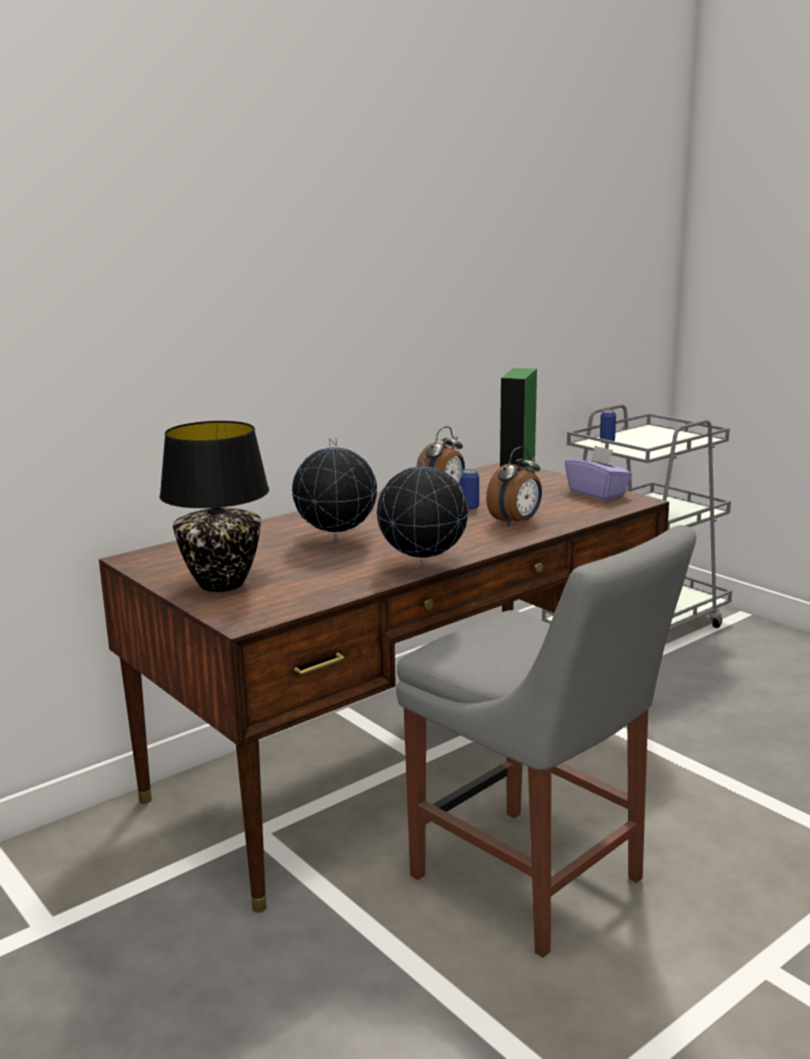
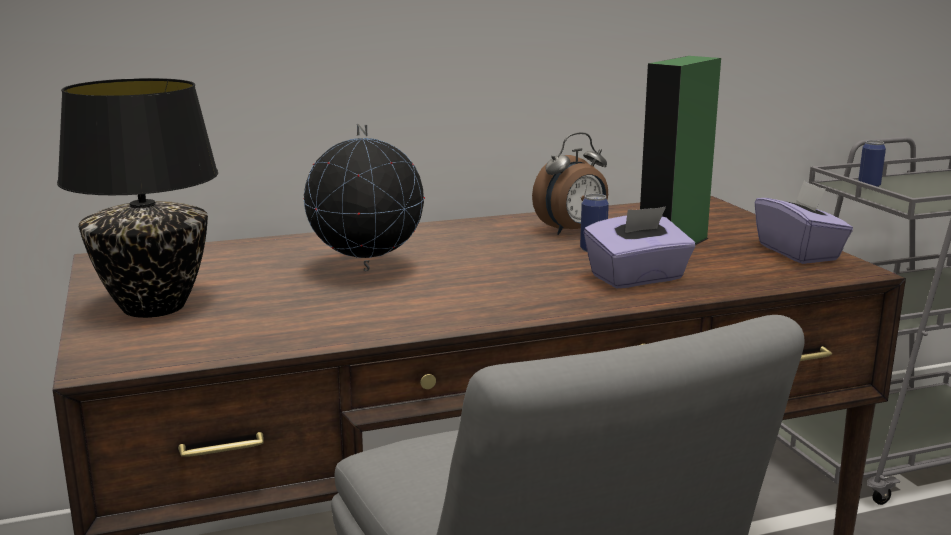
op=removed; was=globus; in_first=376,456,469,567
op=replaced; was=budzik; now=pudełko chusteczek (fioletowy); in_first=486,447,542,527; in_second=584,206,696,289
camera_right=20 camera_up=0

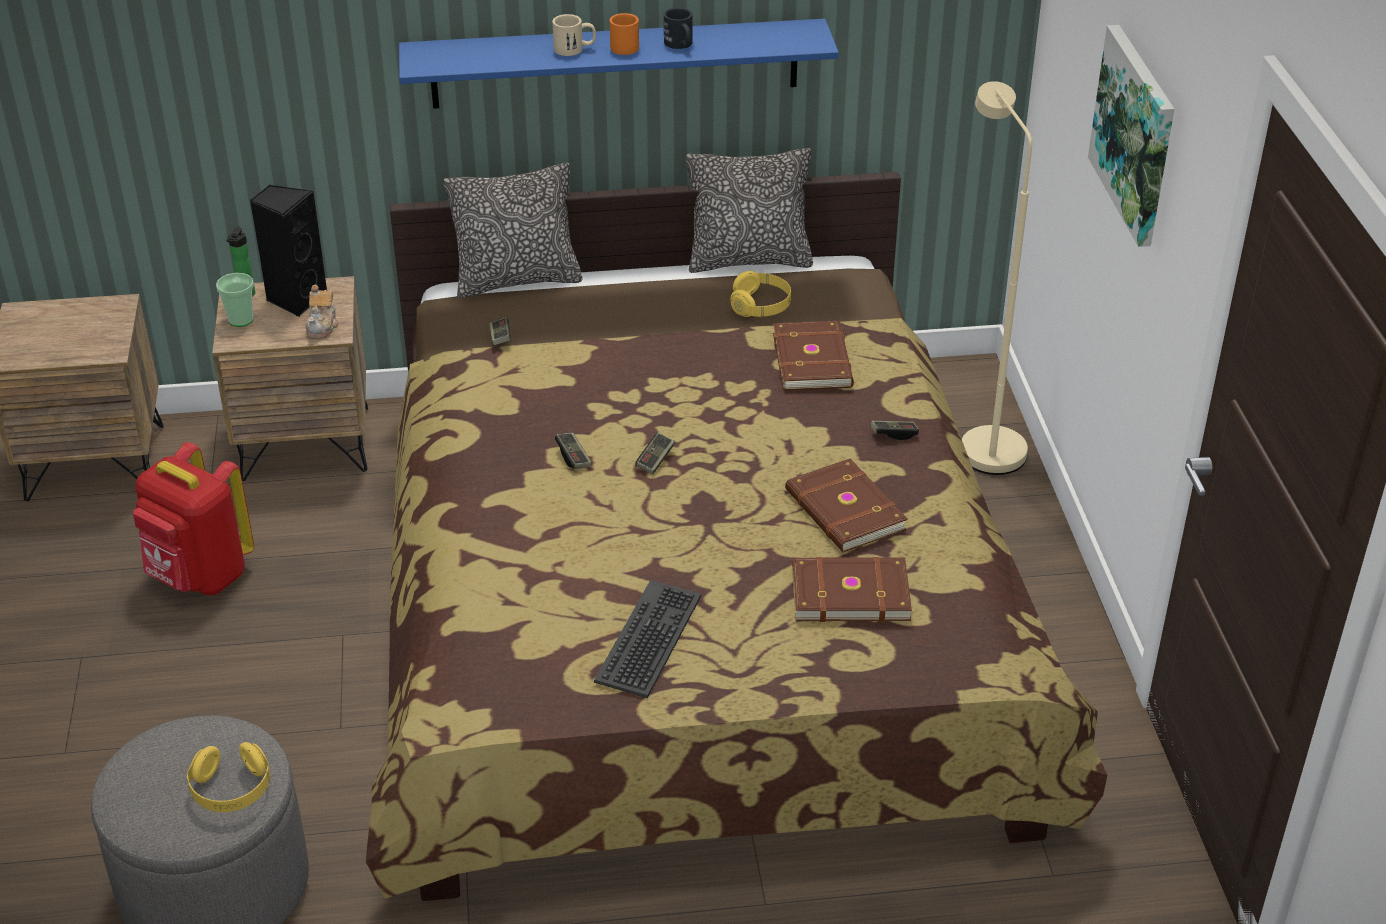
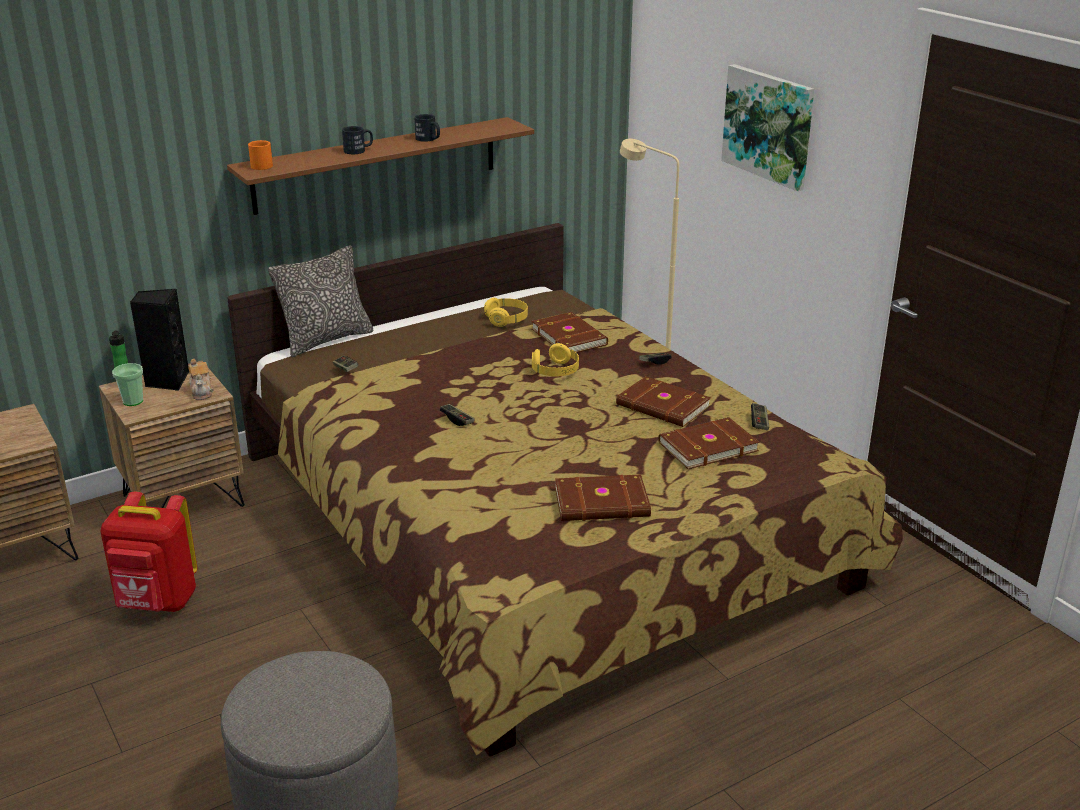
op=moved; was=słuchawki (żółty); in_first=187,742,271,812; in_second=532,343,579,376
op=recoloured; was=półka (niebieski); now=półka (brązowy); in_first=399,19,839,109; in_second=227,117,534,215
op=recoloured; was=kubek (beżowy); now=kubek (czarny); in_first=552,14,596,56; in_second=342,126,373,154
op=replaced; was=klawiatura; now=książka (brązowy); in_first=594,580,702,698; in_second=555,474,651,521
op=moved; was=kubek (pomarańczowy); in_first=610,13,639,55; in_second=248,140,273,170
op=moved; was=pad do gier; in_first=635,433,675,474; in_second=751,403,769,430
op=removed; was=poduszka; in_first=686,148,813,273
camera_right=-25 camera_up=-10

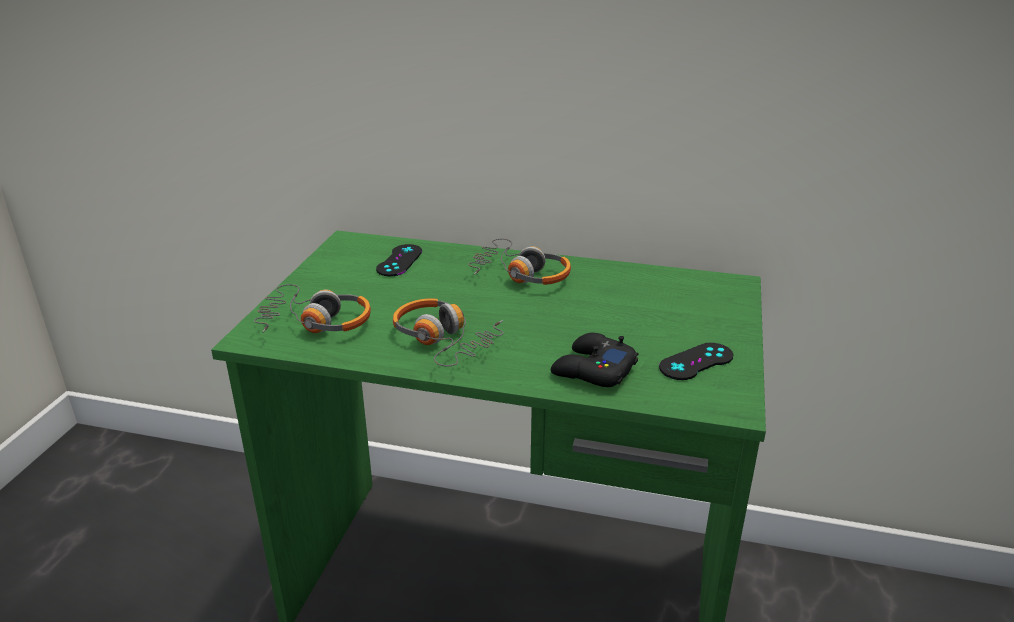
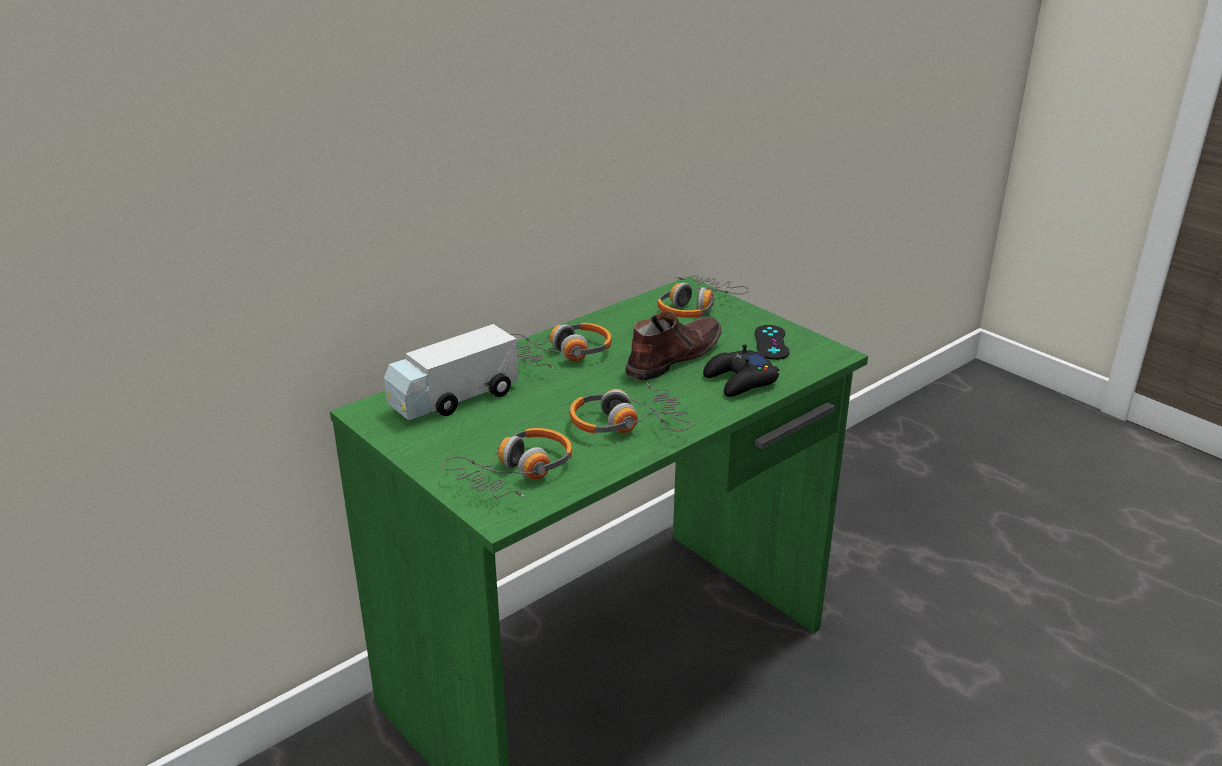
op=replaced; was=pad do gier (czarny); now=ciężarówka zabawkowa; in_first=376,244,422,276; in_second=384,324,518,420
op=added; now=but (brązowy); in_second=625,311,722,381
op=added; now=słuchawki; in_second=657,275,749,318
camera_right=-55 camera_up=0

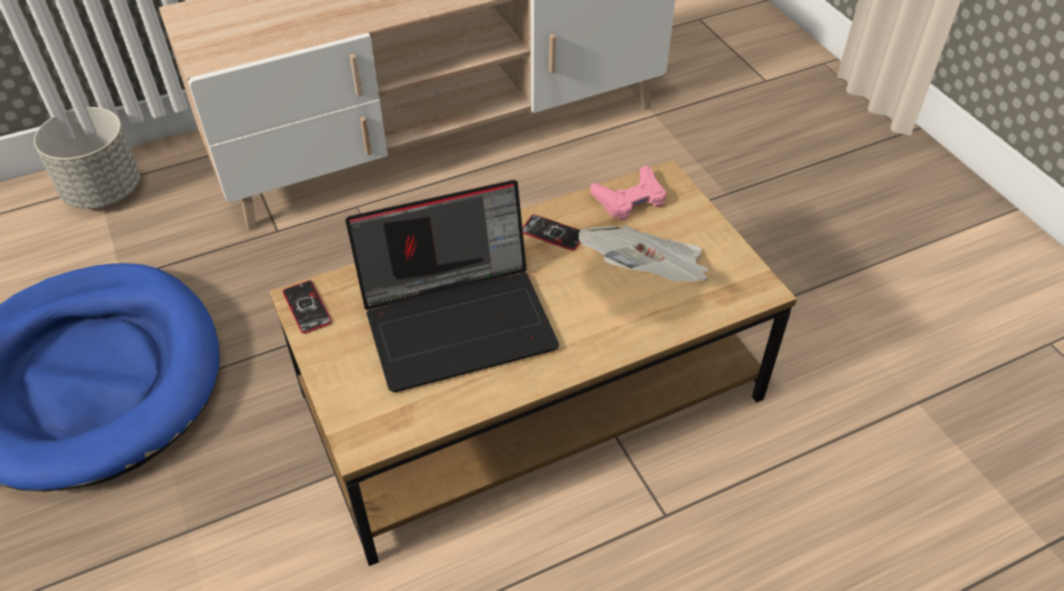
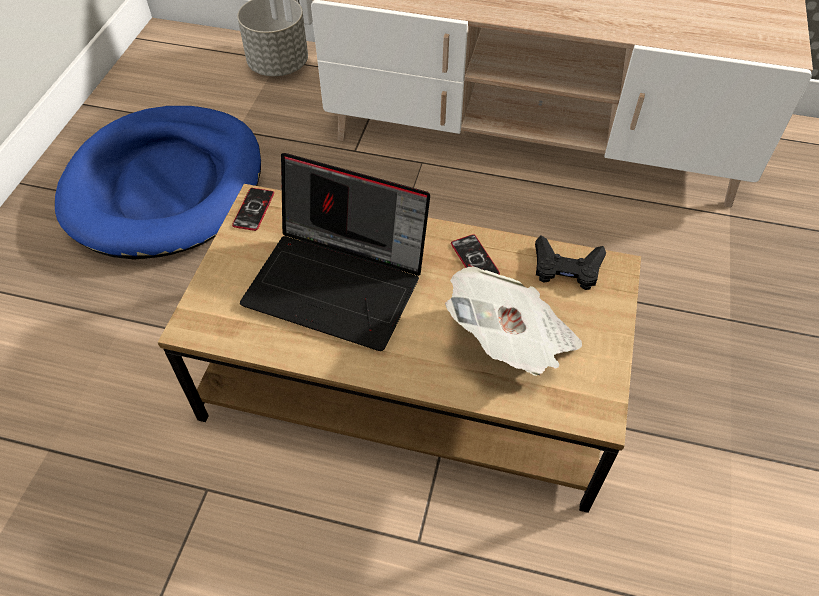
op=recoloured; was=pad do gier (różowy); now=pad do gier (czarny); in_first=590,165,666,220; in_second=535,235,606,290
camera_right=40 camera_up=5

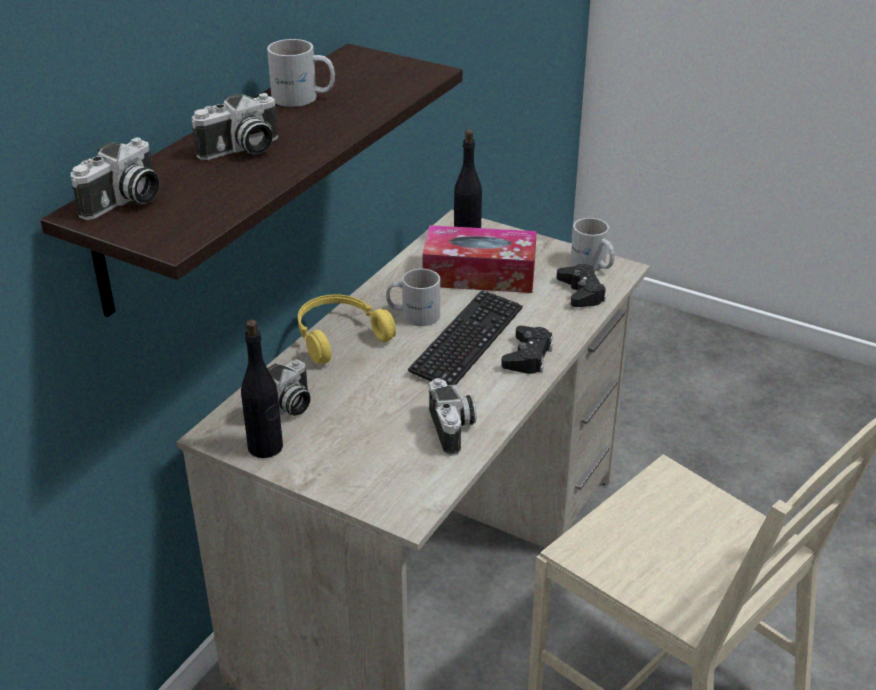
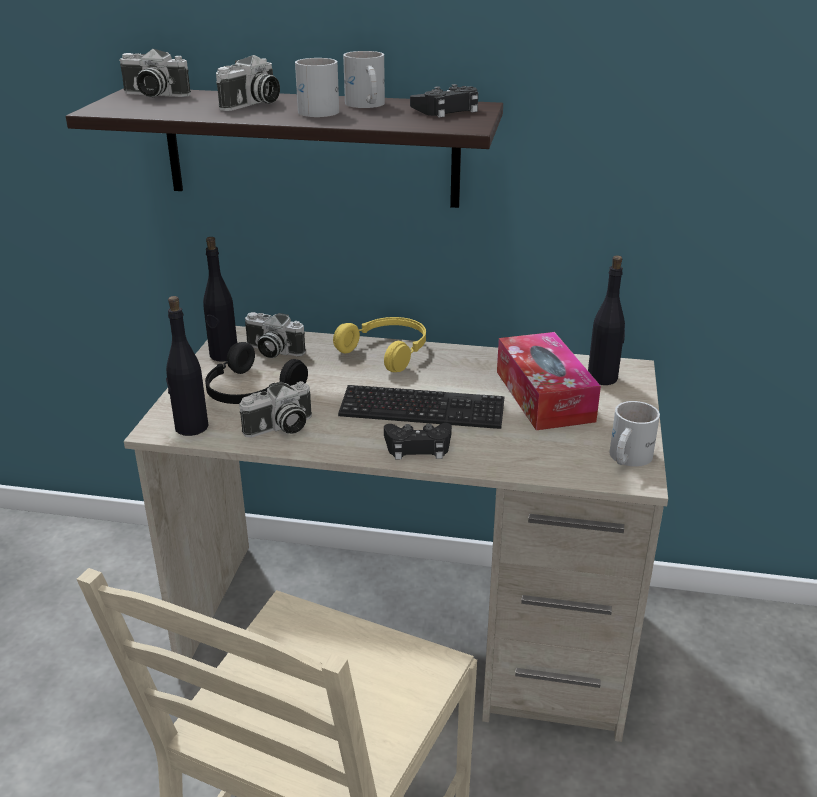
op=turned; was=aparat fotograficzny; in_first=192,93,278,160; in_second=216,55,280,111; clockwise=-90
op=moved; was=kubek (biały); in_first=386,269,440,326; in_second=295,58,339,117
op=moved; was=pad do gier (czarny); in_first=557,264,606,307; in_second=410,84,478,118
op=added; now=butelka (czarny); in_second=166,296,208,436
op=added; now=słuchawki (czarny); in_second=205,342,308,404
camera_right=70 camera_up=-5

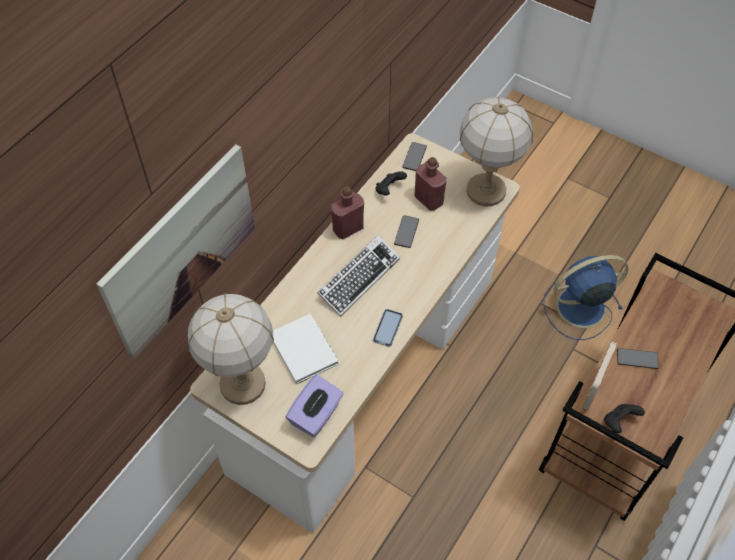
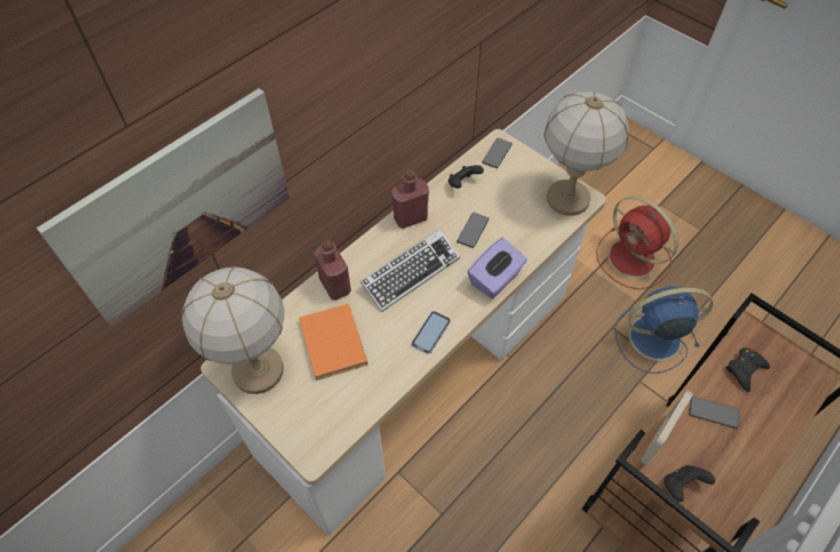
op=recoloured; was=książka (biały); now=książka (pomarańczowy); in_first=273,314,339,384; in_second=299,304,368,380
op=moved; was=pudełko chusteczek (fioletowy); in_first=285,374,343,437; in_second=467,238,527,299
op=moved; was=butelka (czerwony); in_first=414,157,447,211; in_second=314,240,351,300
op=added; now=wentylator (czerwony); in_second=596,196,678,290
op=added; now=pad do gier (czarny); in_second=726,348,770,392
camera_right=10 camera_up=0

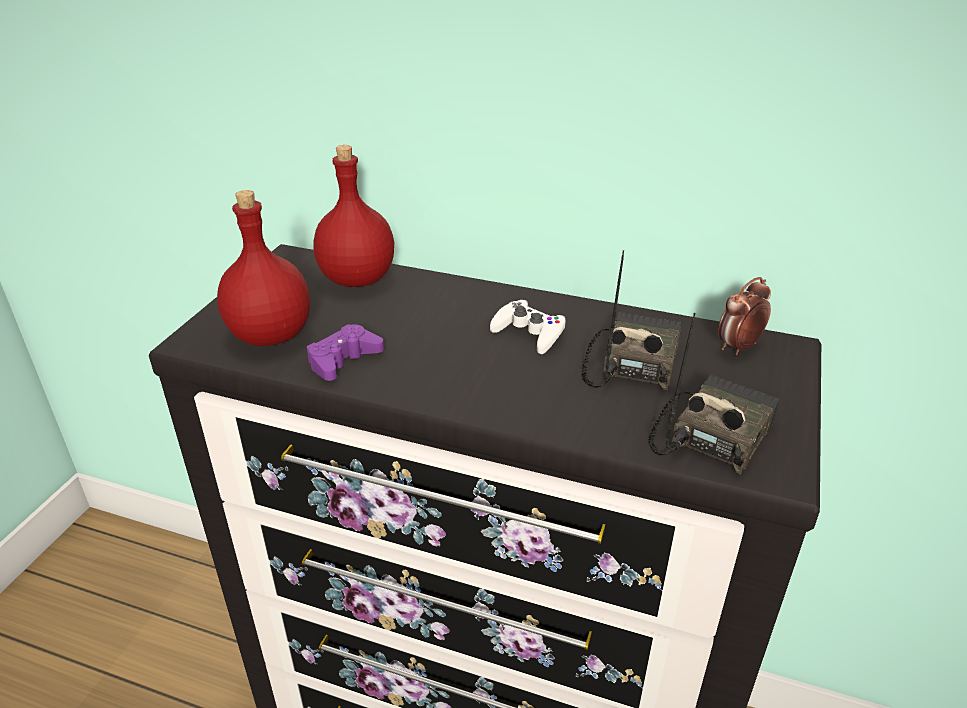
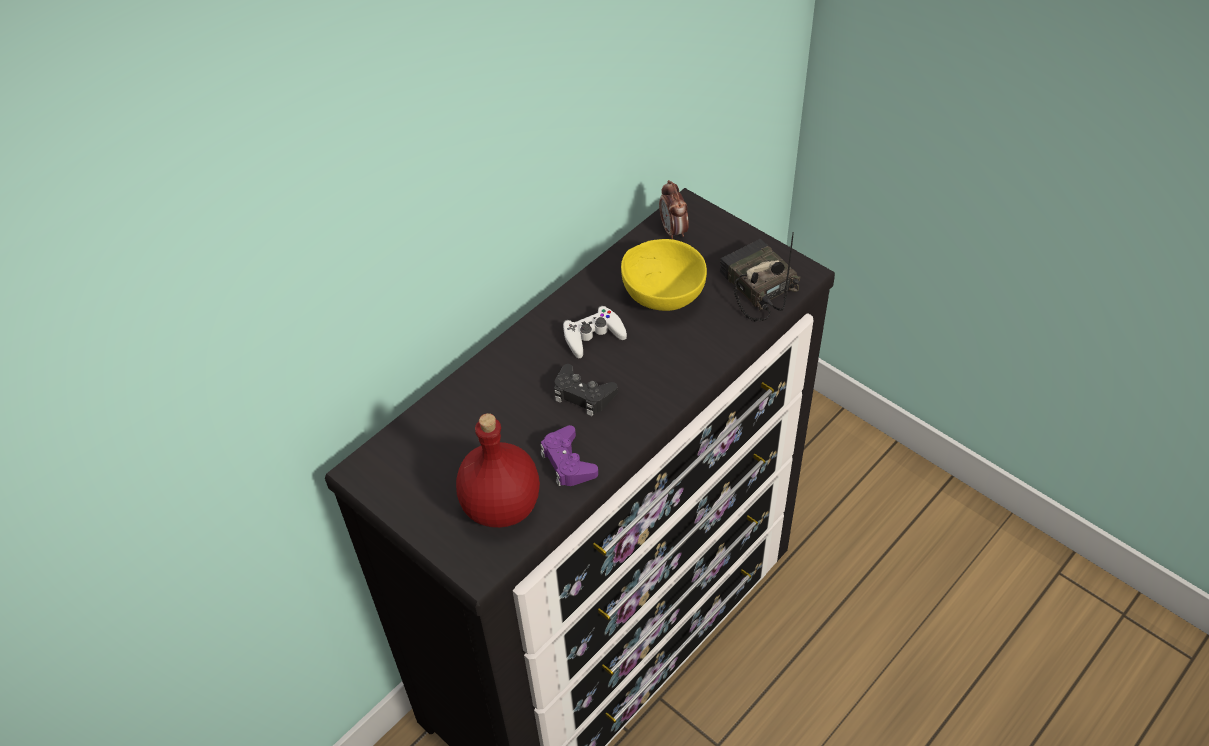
op=removed; was=butelka (czerwony); in_first=313,145,394,287
op=replaced; was=radio; now=miska (żółty); in_first=582,250,682,390; in_second=621,239,707,311
op=added; now=pad do gier (czarny); in_second=554,364,618,416
camera_right=-65 camera_up=15

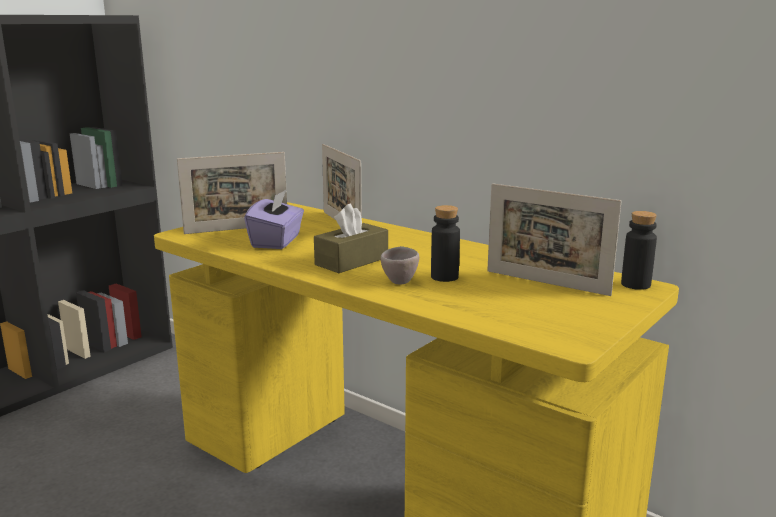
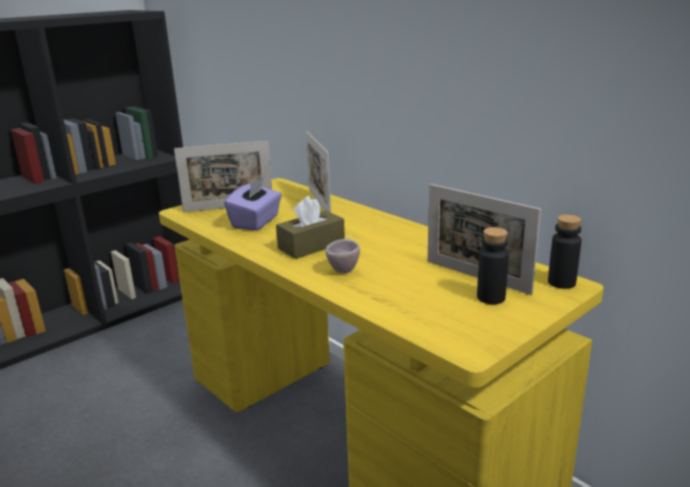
op=moved; was=butelka (czarny); in_first=431,205,460,282; in_second=477,227,509,304
camera_right=10 camera_up=5

